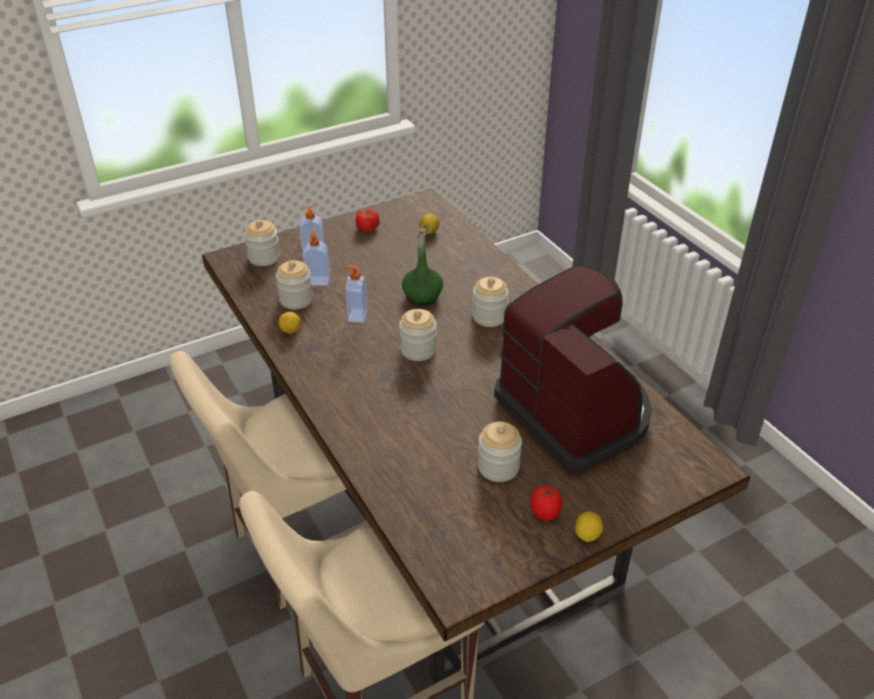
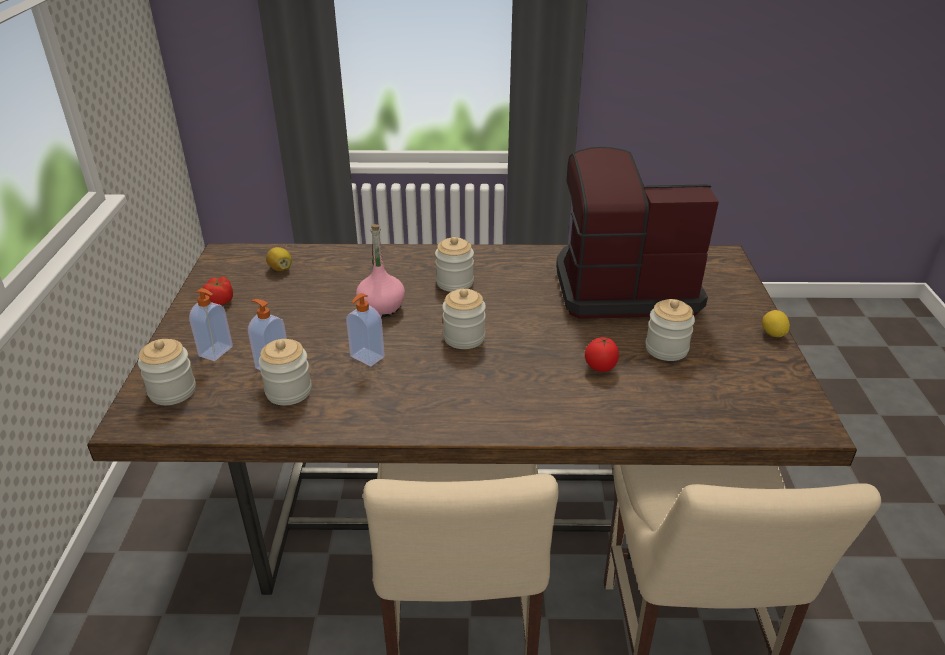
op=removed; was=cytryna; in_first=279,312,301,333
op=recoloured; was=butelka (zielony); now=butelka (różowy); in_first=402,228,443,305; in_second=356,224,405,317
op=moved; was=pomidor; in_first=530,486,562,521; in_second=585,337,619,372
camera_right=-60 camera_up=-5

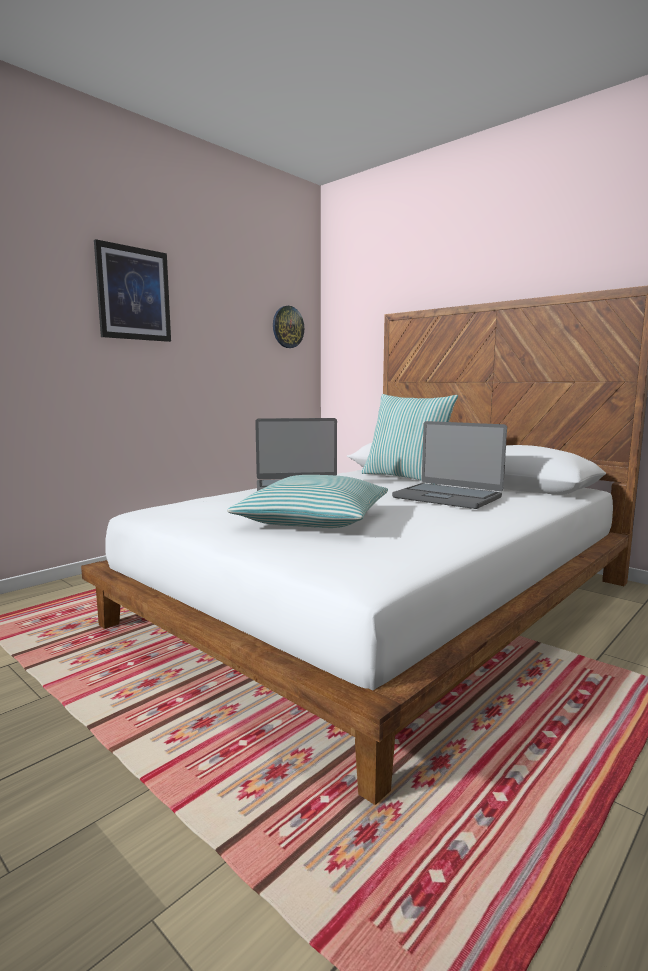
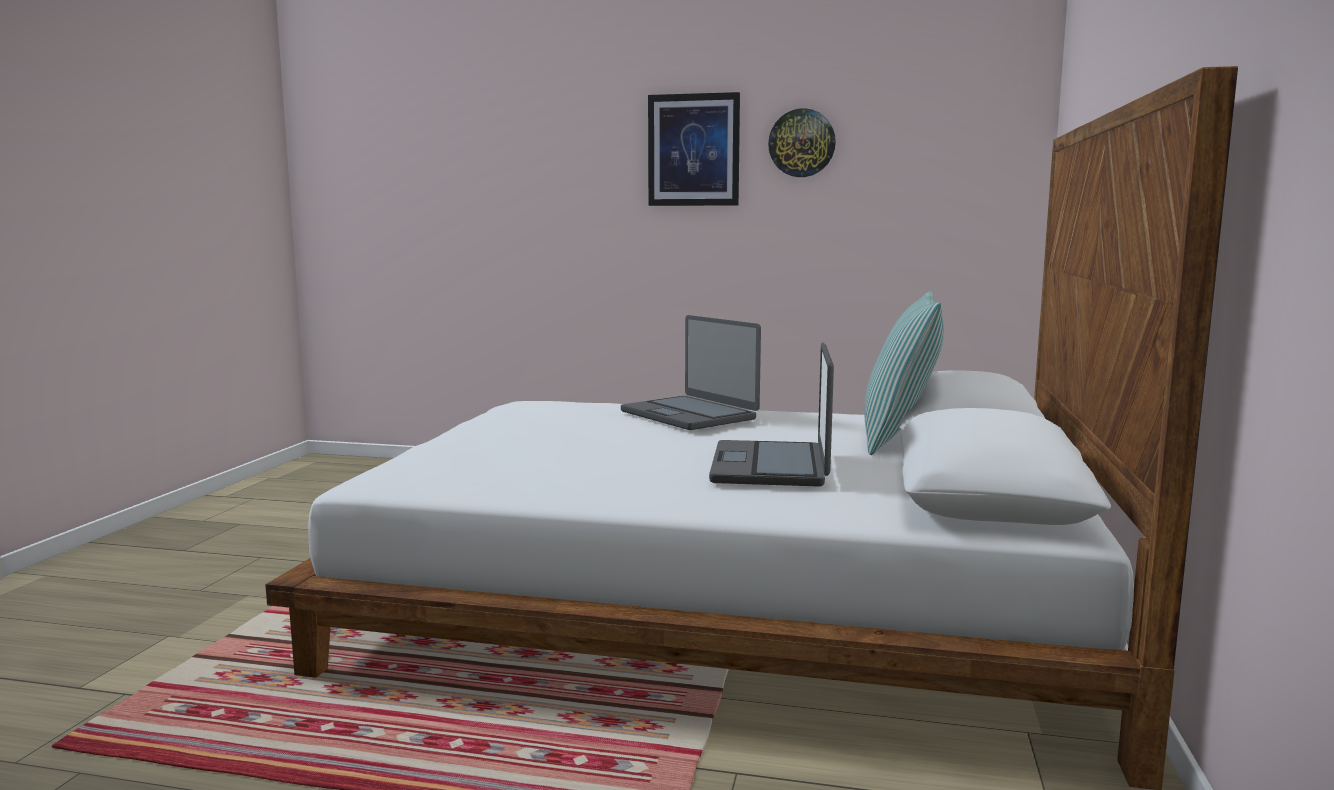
op=removed; was=poduszka; in_first=227,475,388,528
op=moved; was=zegar ścienny; in_first=273,306,304,348; in_second=768,108,836,177
camera_right=60 camera_up=0

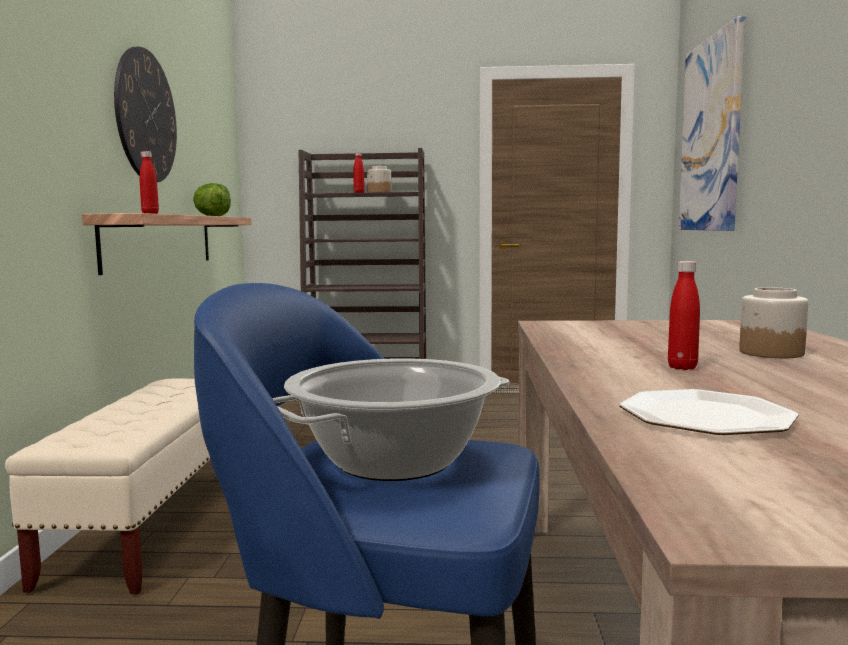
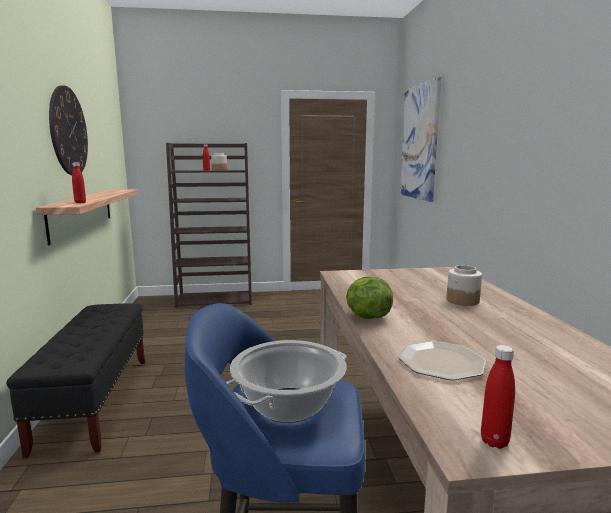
op=recoloured; was=ławka (beżowy); now=ławka (czarny); in_first=5,379,210,595; in_second=6,303,145,458
op=moved; was=sałata; in_first=193,183,231,216; in_second=346,277,393,319
op=moved; was=butelka (czerwony); in_first=668,261,700,370; in_second=481,345,515,449
camera_right=-10 camera_up=5

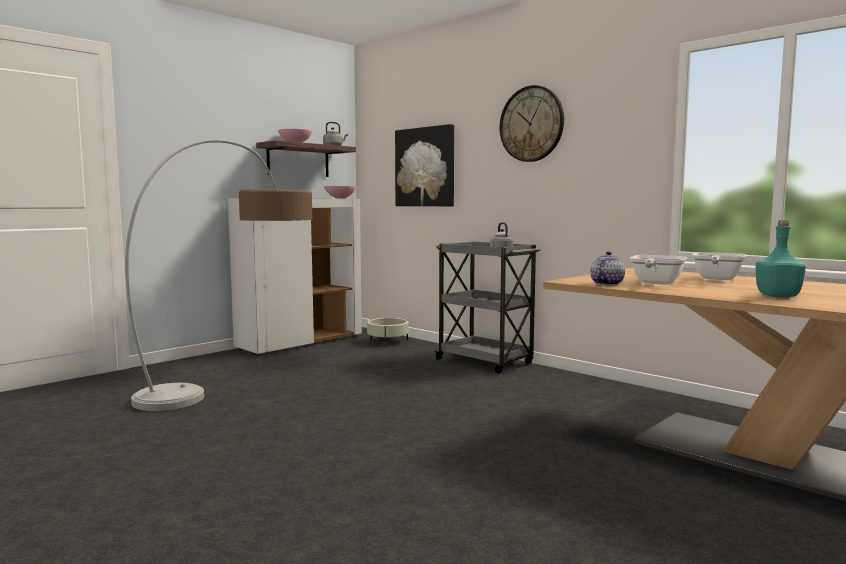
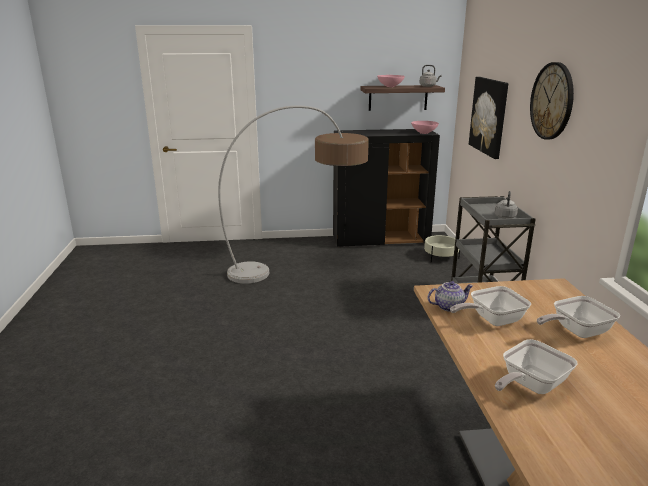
op=recoloured; was=szafka (biały); now=szafka (czarny); in_first=228,199,362,356; in_second=333,129,440,248
op=replaced; was=butelka (turkusowy); now=patelnia; in_first=756,220,806,297; in_second=495,339,577,394
camera_right=40 camera_up=15

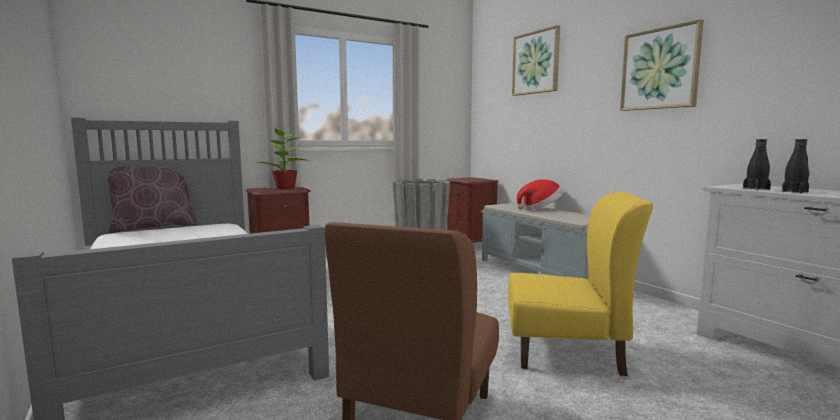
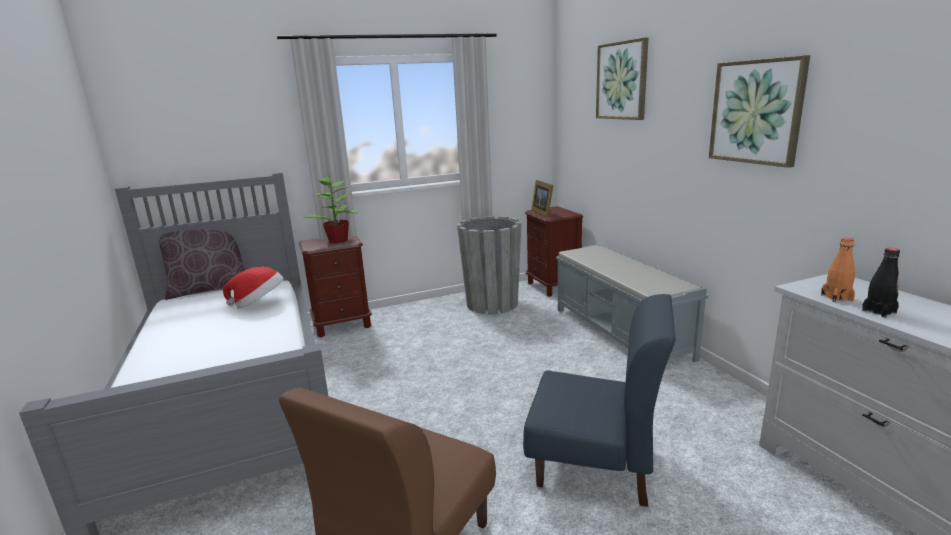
op=recoloured; was=krzesło (żółty); now=krzesło (niebieski); in_first=508,191,653,376; in_second=523,294,676,507
op=moved; was=kapelusz; in_first=517,179,563,210; in_second=223,266,284,309
op=recoloured; was=butelka (czarny); now=butelka (pomarańczowy); in_first=743,139,771,190; in_second=821,238,855,302
op=added; now=ramka na zdjęcie; in_second=531,180,553,218
camera_right=10 camera_up=10

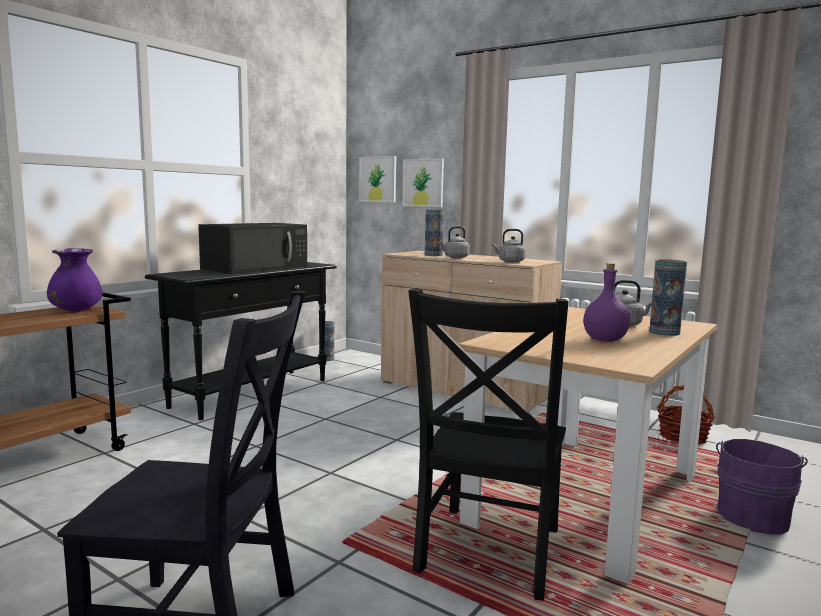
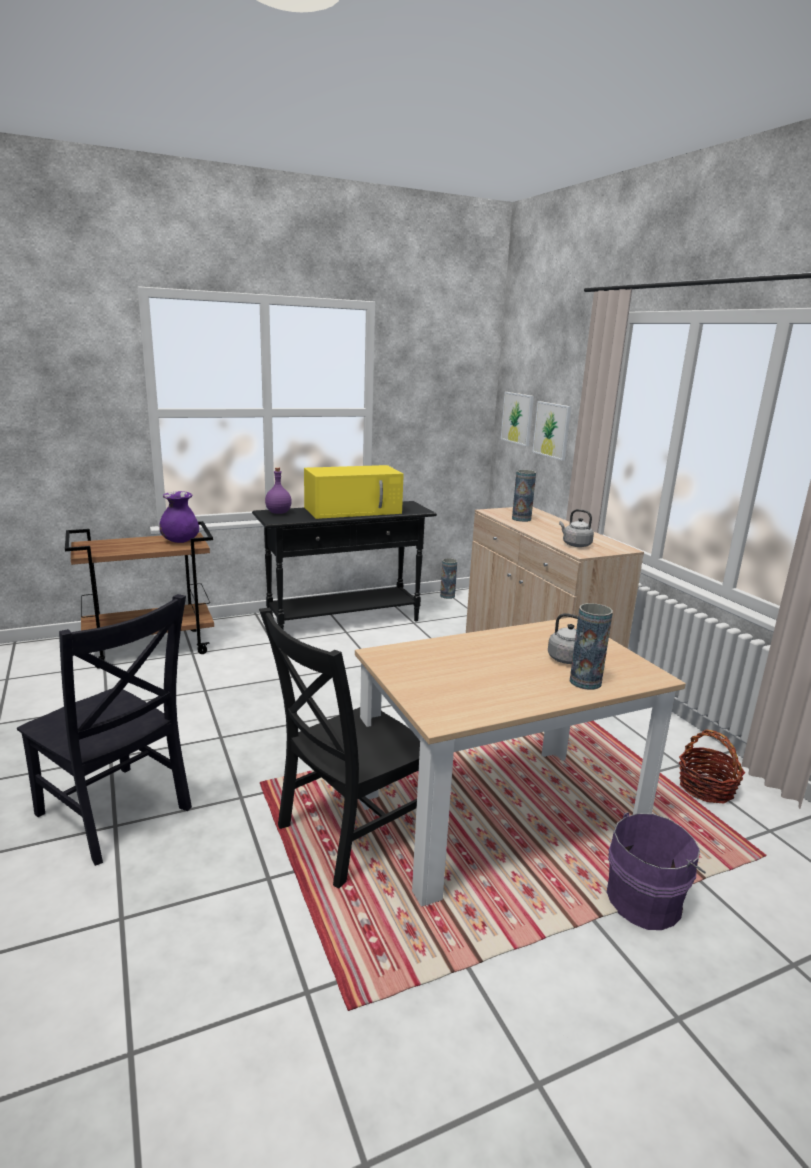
op=recoloured; was=mikrofalówka (czarny); now=mikrofalówka (żółty); in_first=198,223,307,274; in_second=304,465,404,519
op=removed; was=czajnik (szary); in_first=439,226,470,258
op=moved; was=butelka (fioletowy); in_first=583,263,630,342; in_second=265,467,292,514
camera_right=30 camera_up=10

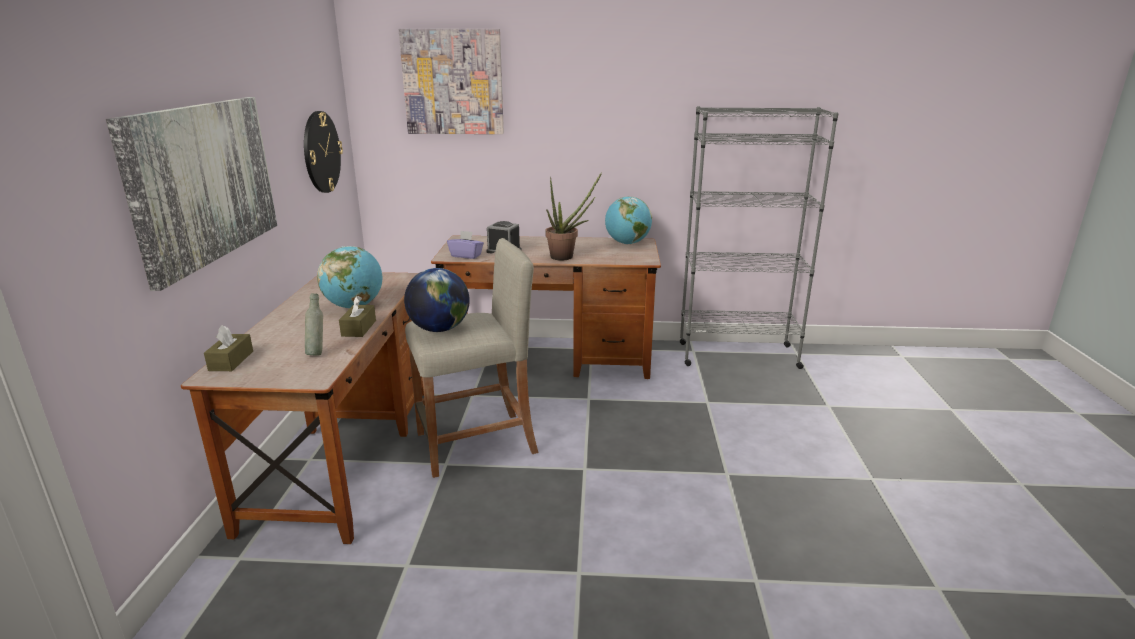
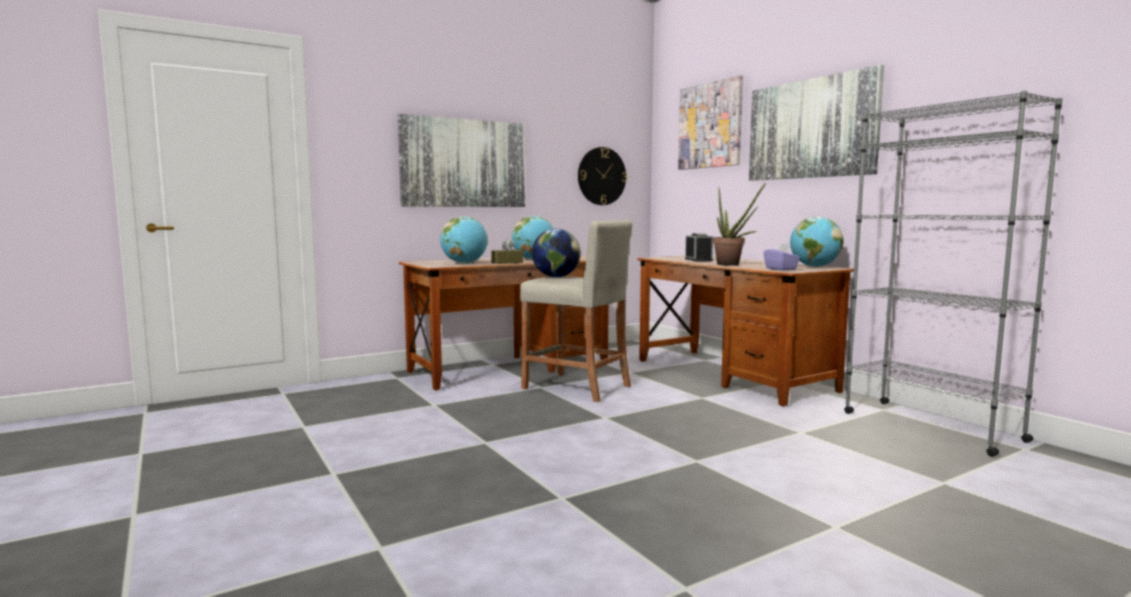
op=removed; was=pudełko chusteczek (brązowy); in_first=204,325,253,371
op=replaced; was=butelka (szary); now=globus; in_first=305,293,323,355; in_second=440,216,487,264
op=moved; was=pudełko chusteczek (fioletowy); in_first=447,231,484,259; in_second=764,243,800,270
op=added; now=obraz; in_second=749,65,884,181
camera_right=55 camera_up=-15

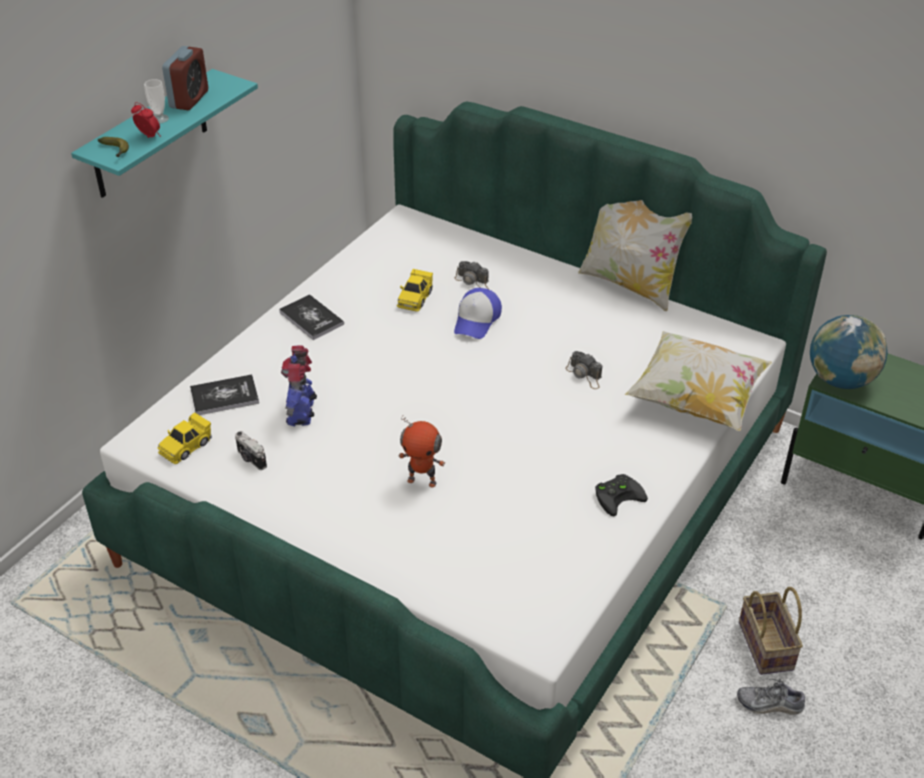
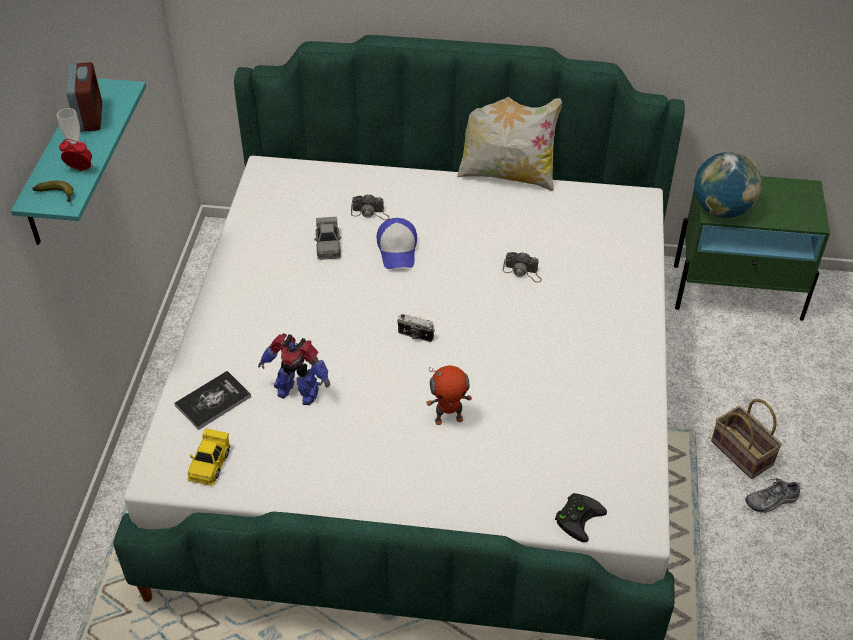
op=moved; was=aparat fotograficzny; in_first=235,431,267,470; in_second=397,314,435,342
op=removed; was=książka; in_first=279,294,344,340
op=turned; was=robot zabawkowy; in_first=281,346,317,426; in_second=258,333,330,405; clockwise=-45
op=recoloured; was=samochodzik (żółty); now=samochodzik (szary); in_first=397,269,433,312; in_second=314,217,341,260
op=moved; was=pad do gier (czarny); in_first=595,474,648,516; in_second=555,493,607,542
op=removed; was=poduszka; in_first=625,331,772,431
camera_right=-25 camera_up=5

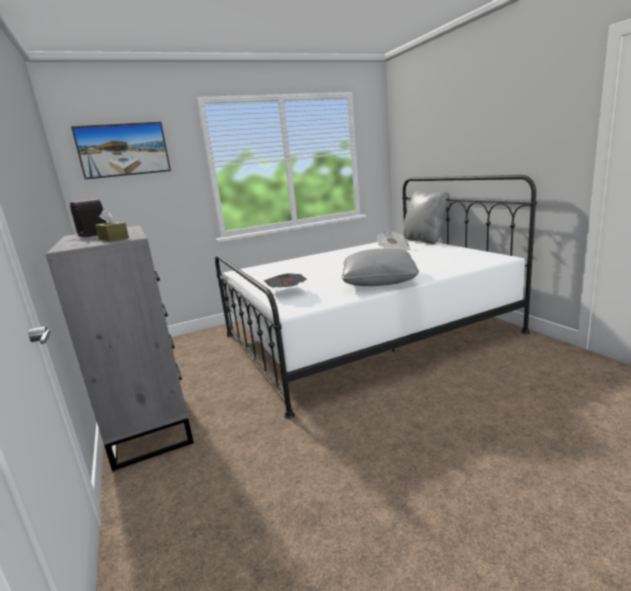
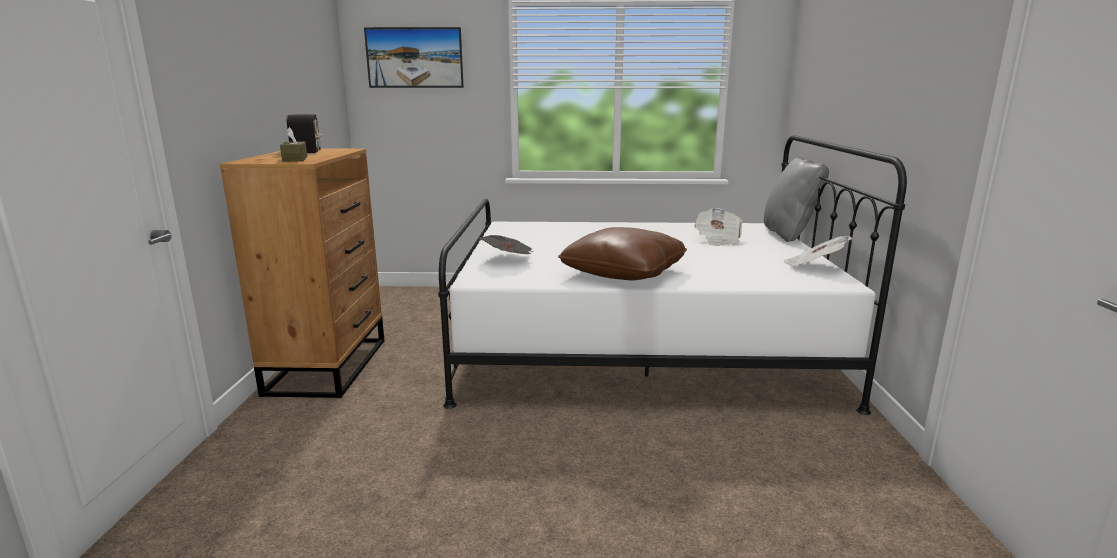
op=recoloured; was=komoda (szary); now=komoda (brązowy); in_first=46,225,194,471; in_second=220,149,385,398
op=recoloured; was=poduszka (szary); now=poduszka (brązowy); in_first=341,248,419,286; in_second=558,227,687,280
op=added; now=gazeta; in_second=783,236,852,267
camera_right=25 camera_up=0

